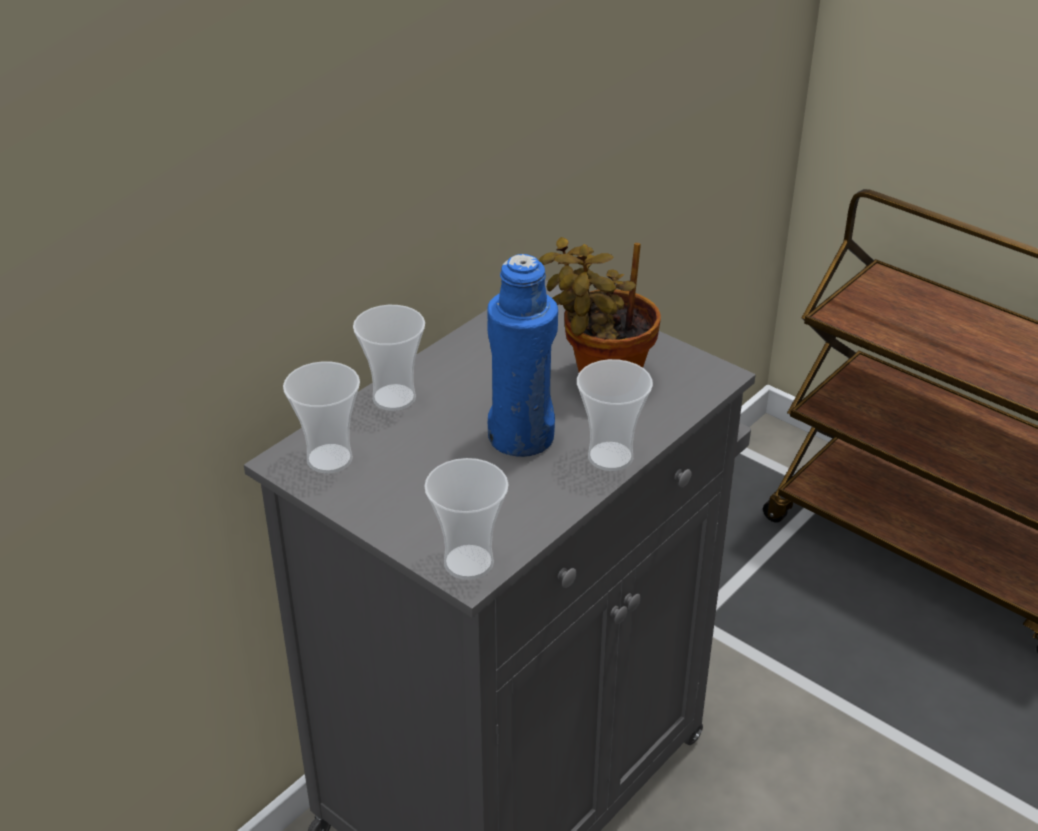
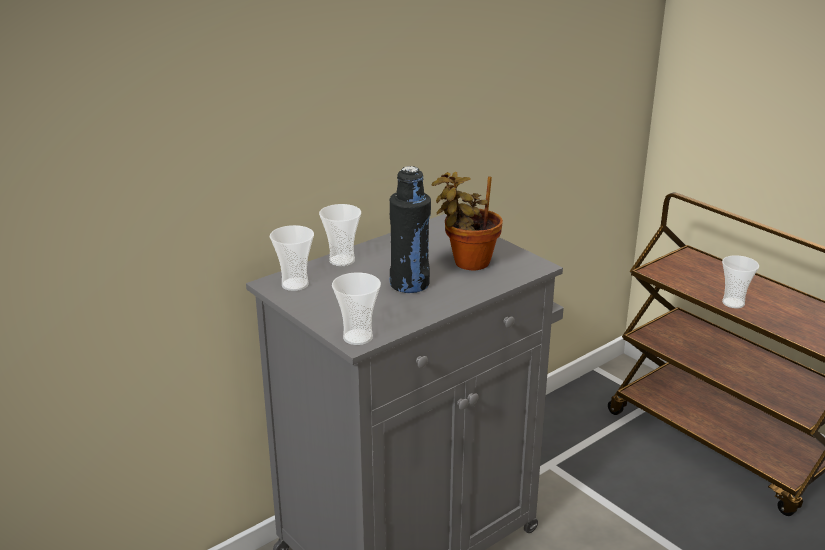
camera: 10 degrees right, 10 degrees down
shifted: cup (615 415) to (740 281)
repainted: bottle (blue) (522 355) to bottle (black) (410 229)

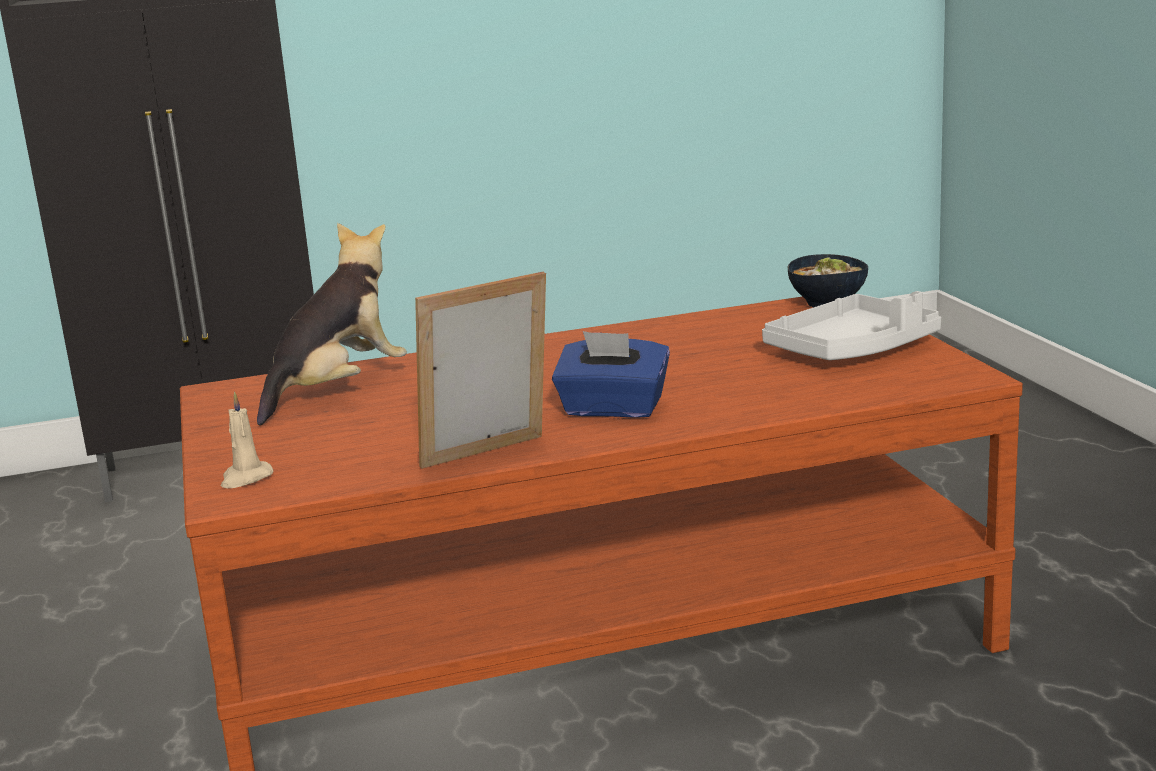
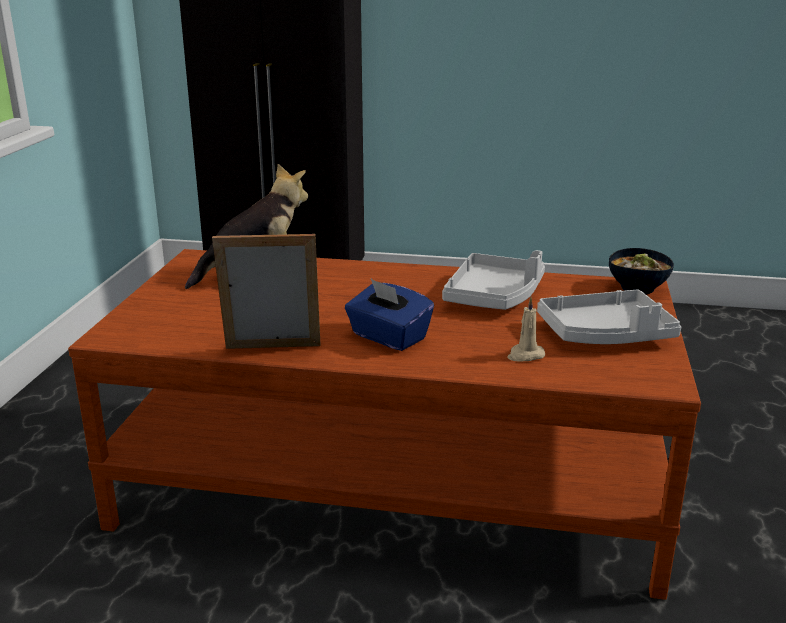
camera: 25 degrees right, 5 degrees up
new: tray (grey) (493 280)
shifted: candle (beige) (247 440) to (526 329)

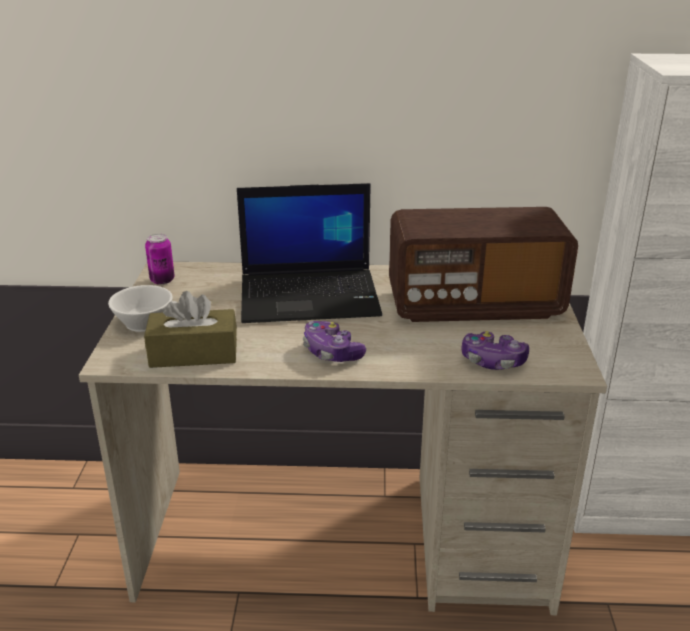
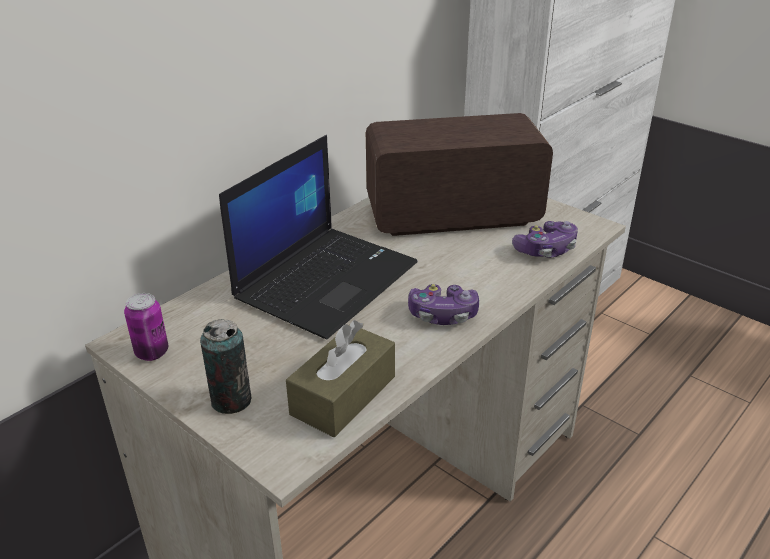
camera: 50 degrees left, 5 degrees up
swapped: cup (white) (143 308) to can (225 366)
rotated: radio (483 264) = (459 174) 135 degrees counterclockwise

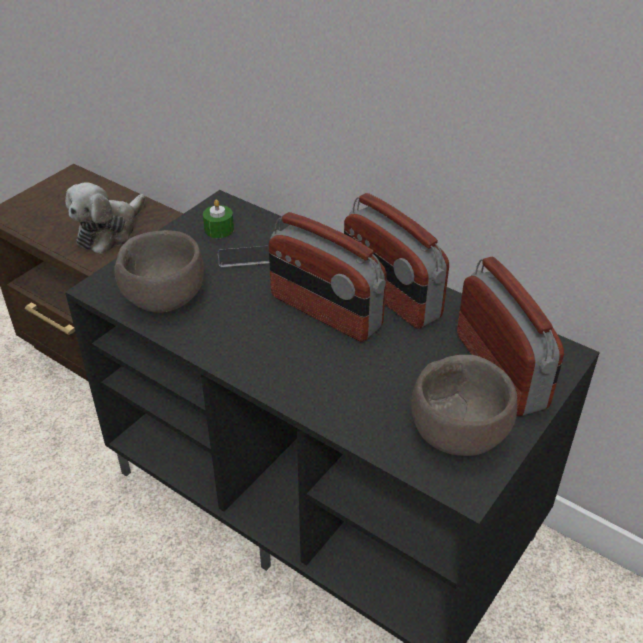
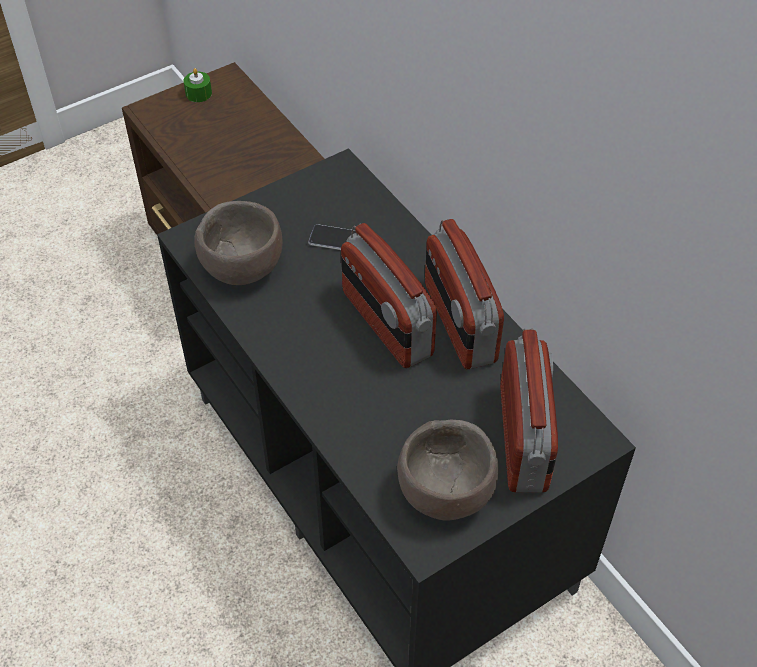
camera: 20 degrees right, 10 degrees up
gone: plush toy (105 218)
shifted: candle (green) (218 219) to (197 85)

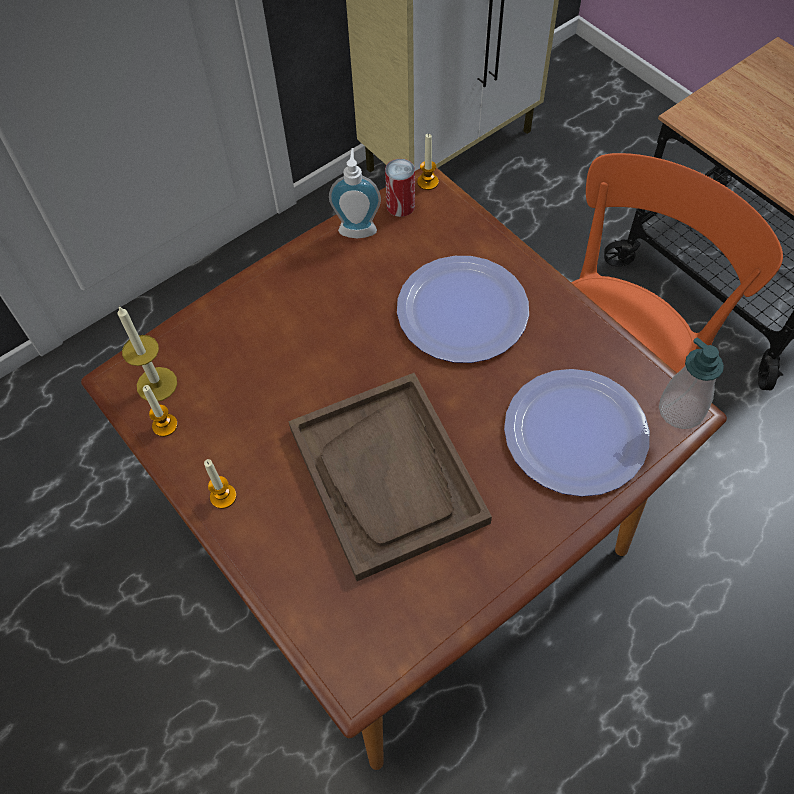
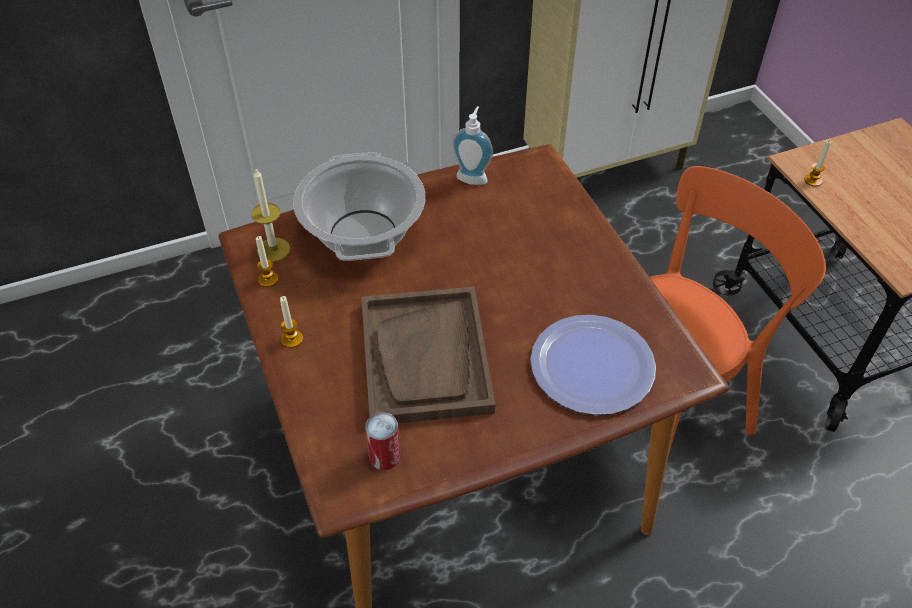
camera: 15 degrees right, 10 degrees down
gone: plate (463 309); soap dispenser (691 383)
new: cooking pot (359 206)
shifted: candle (428 162) to (817 163); can (400 188) to (383 441)

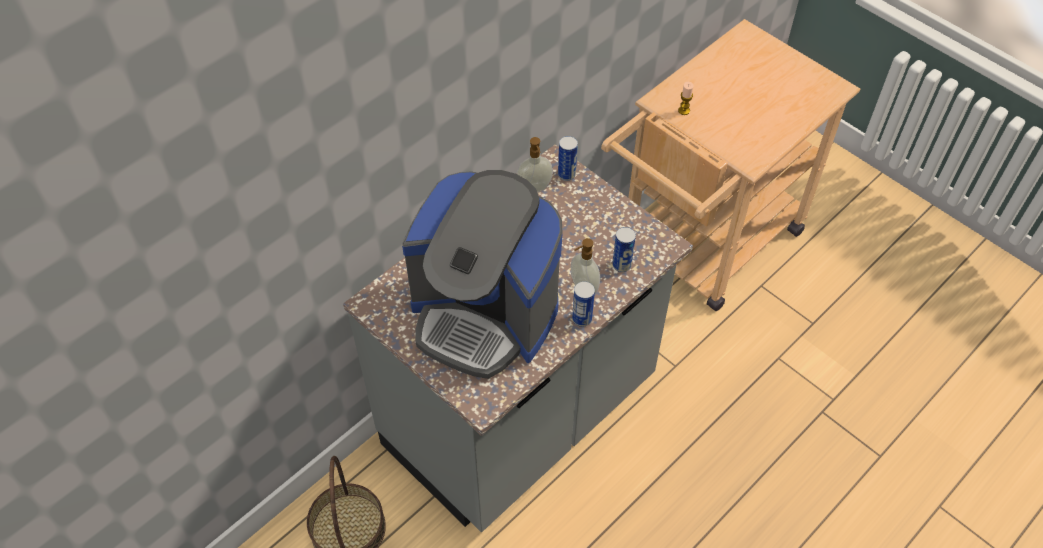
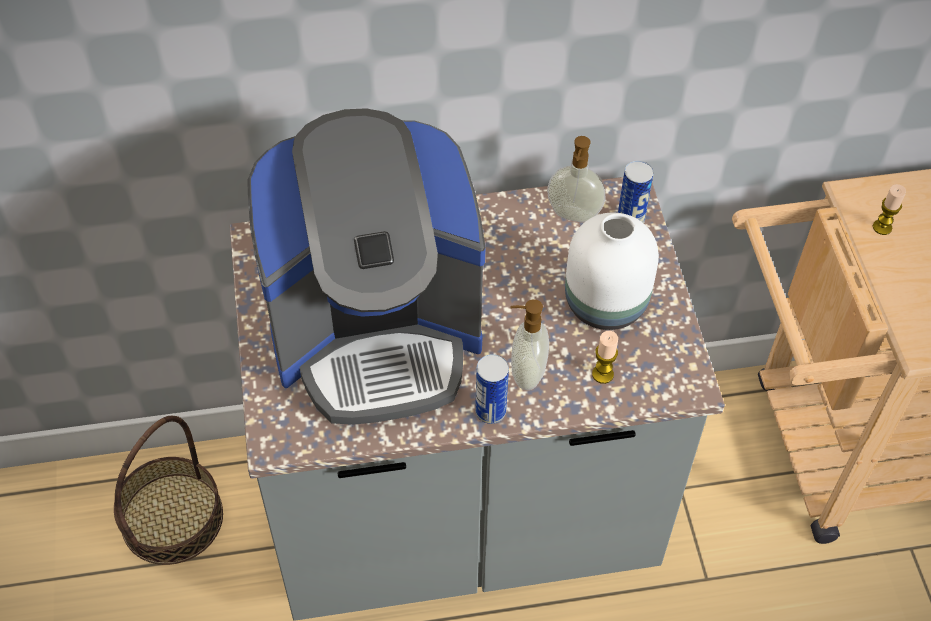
camera: 35 degrees right, 0 degrees up
new: vase (white) (612 271)
swapped: can (624 249) to candle (605 357)
rotated: coffee machine (482 274) = (366 266) 75 degrees counterclockwise

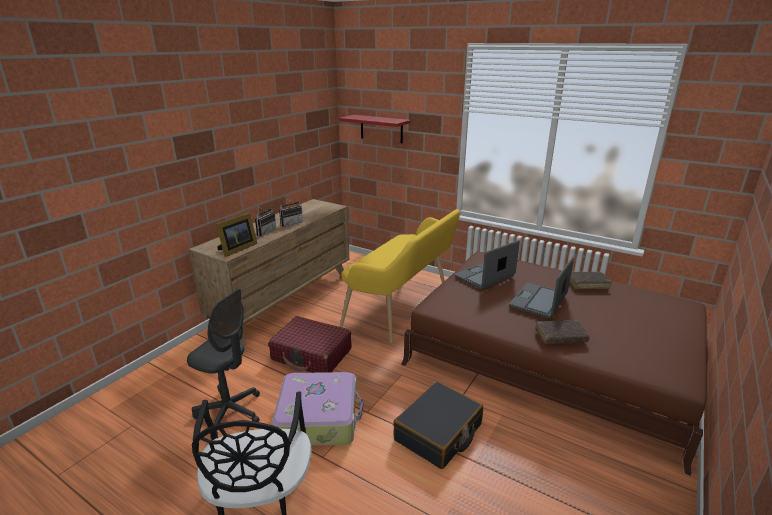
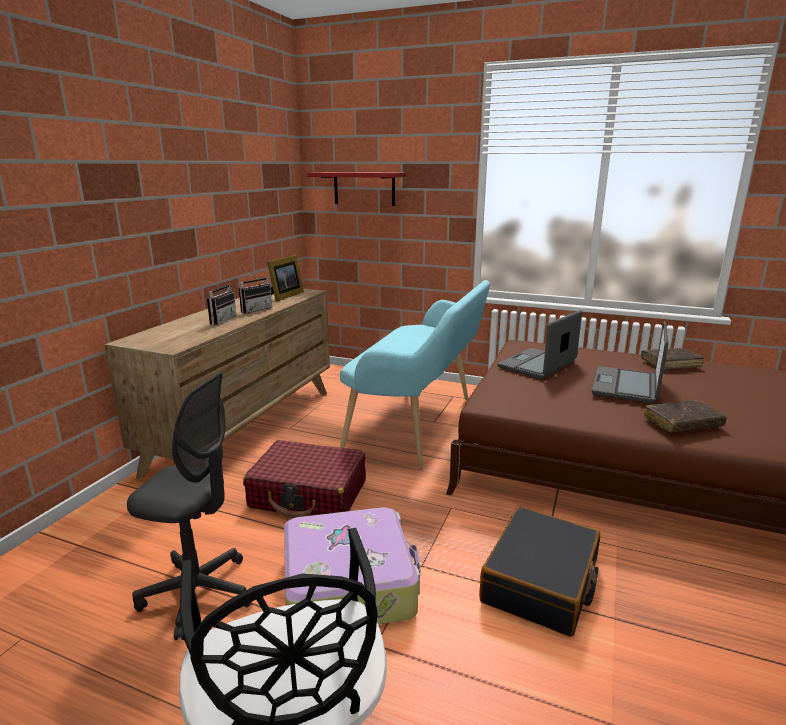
camera: 10 degrees left, 5 degrees down
shifted: picture frame (237 235) to (285 278)
repainted: bench (yellow) (400 276) to bench (turquoise) (415 374)

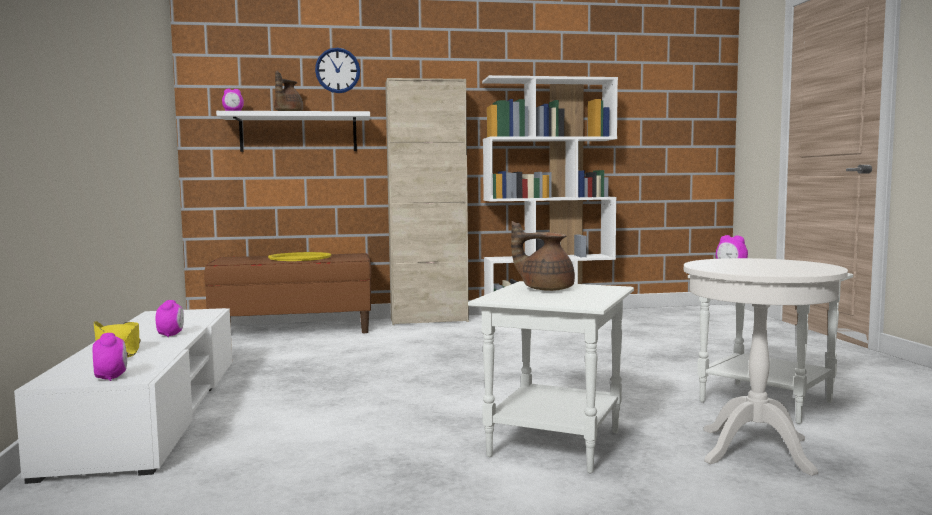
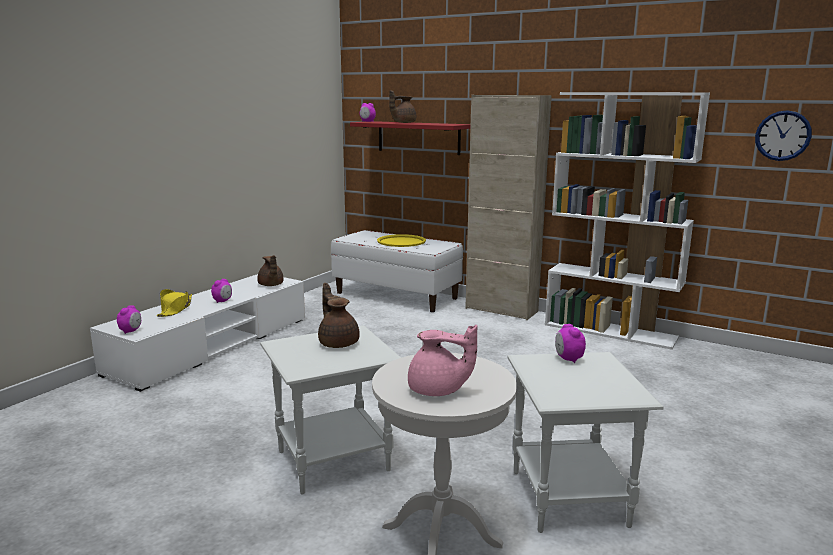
camera: 40 degrees right, 10 degrees up
new: teapot (brown) (270 270); teapot (pink) (443 360)
shifted: wall clock (337 70) to (783 135)
repainted: shelf (white) (293 131) to shelf (red) (410 138); bench (brown) (287 293) to bench (white) (397 271)

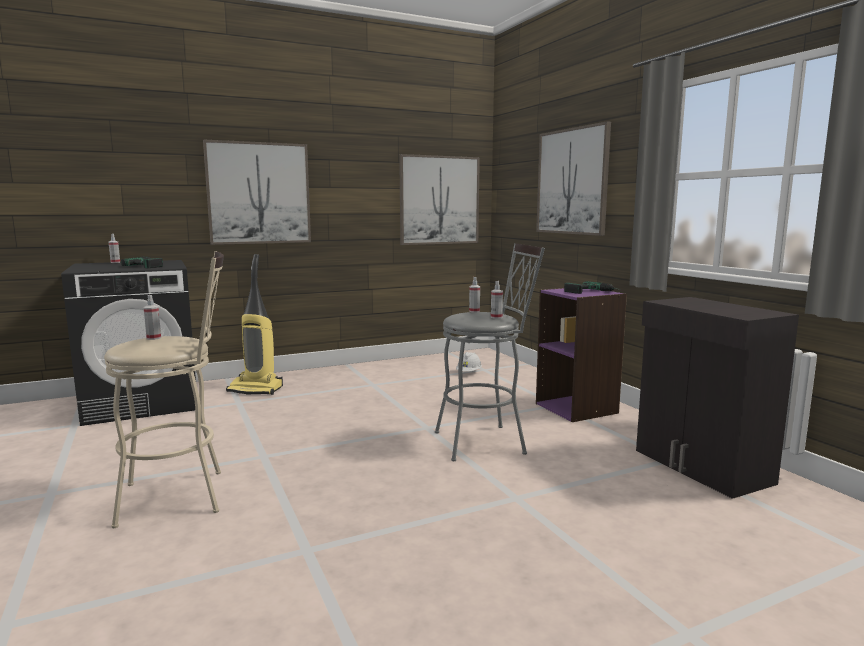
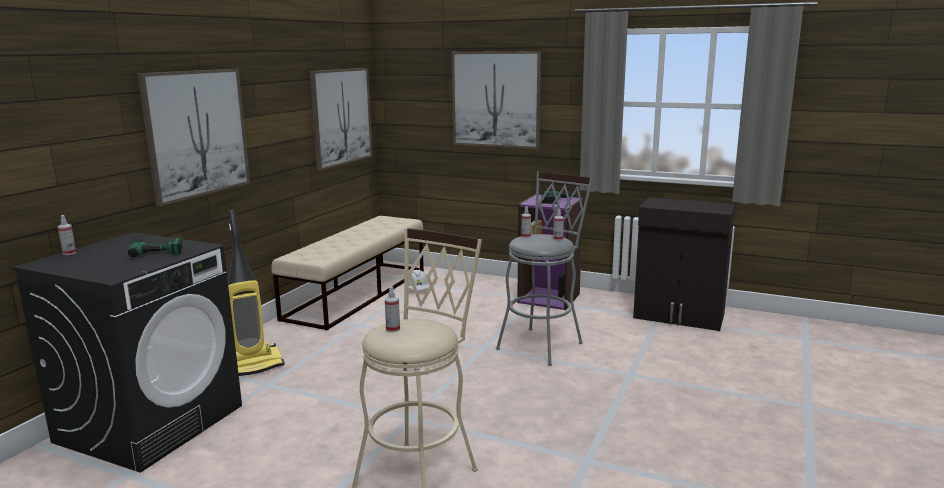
camera: 40 degrees left, 5 degrees up
new: bench (beige) (347 273)

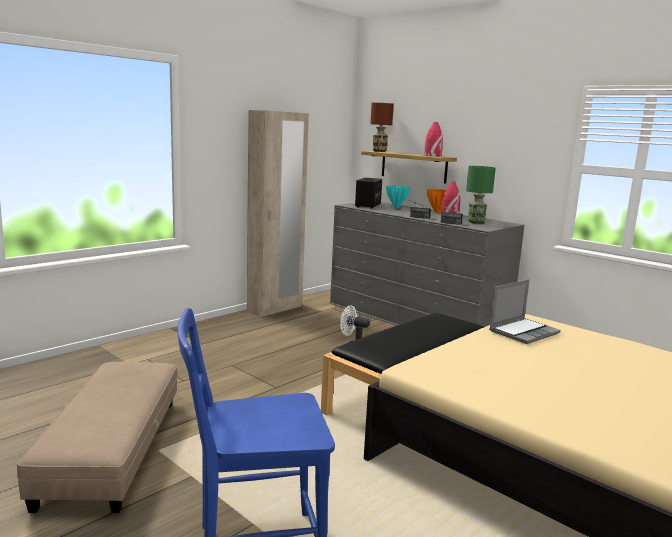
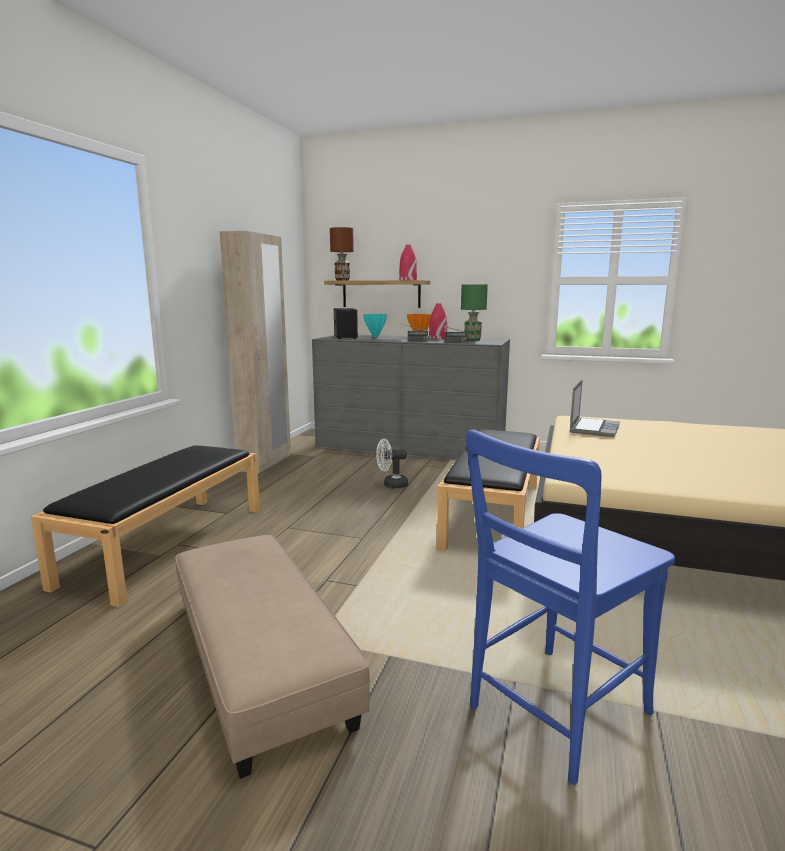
camera: 25 degrees left, 0 degrees up
new: bench (black) (145 526)

